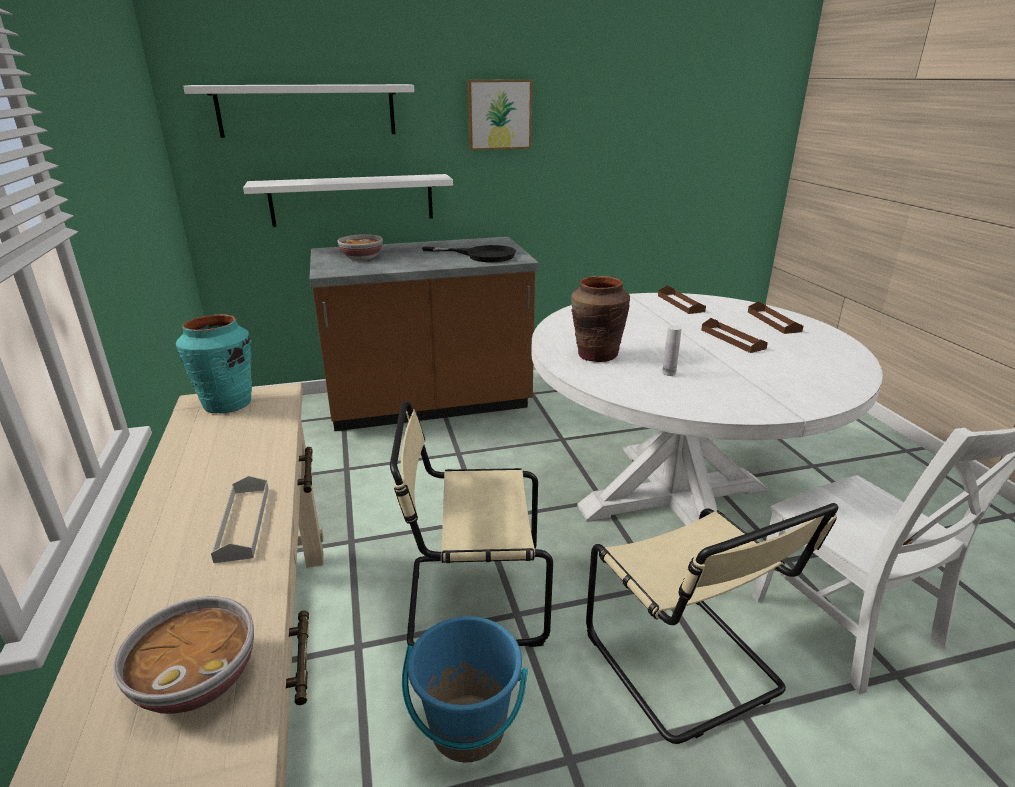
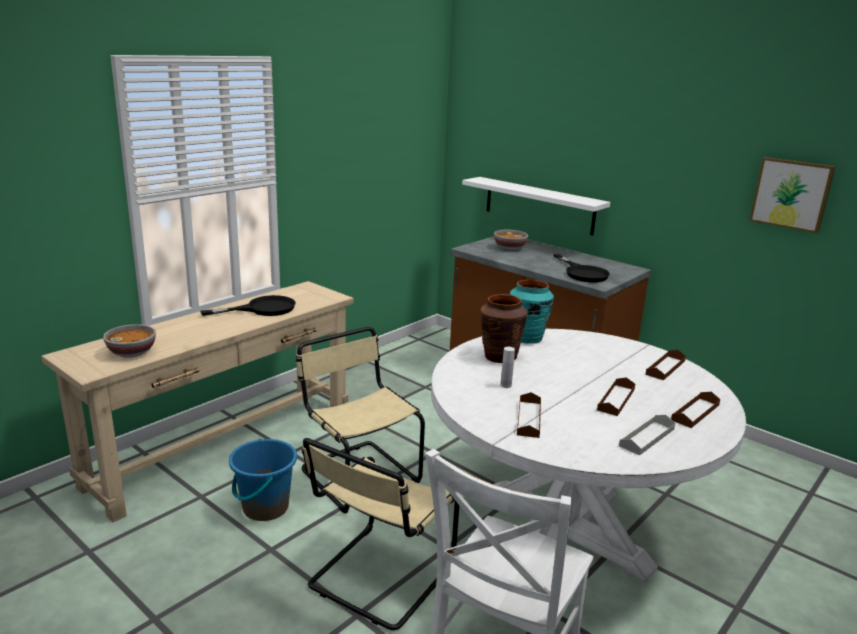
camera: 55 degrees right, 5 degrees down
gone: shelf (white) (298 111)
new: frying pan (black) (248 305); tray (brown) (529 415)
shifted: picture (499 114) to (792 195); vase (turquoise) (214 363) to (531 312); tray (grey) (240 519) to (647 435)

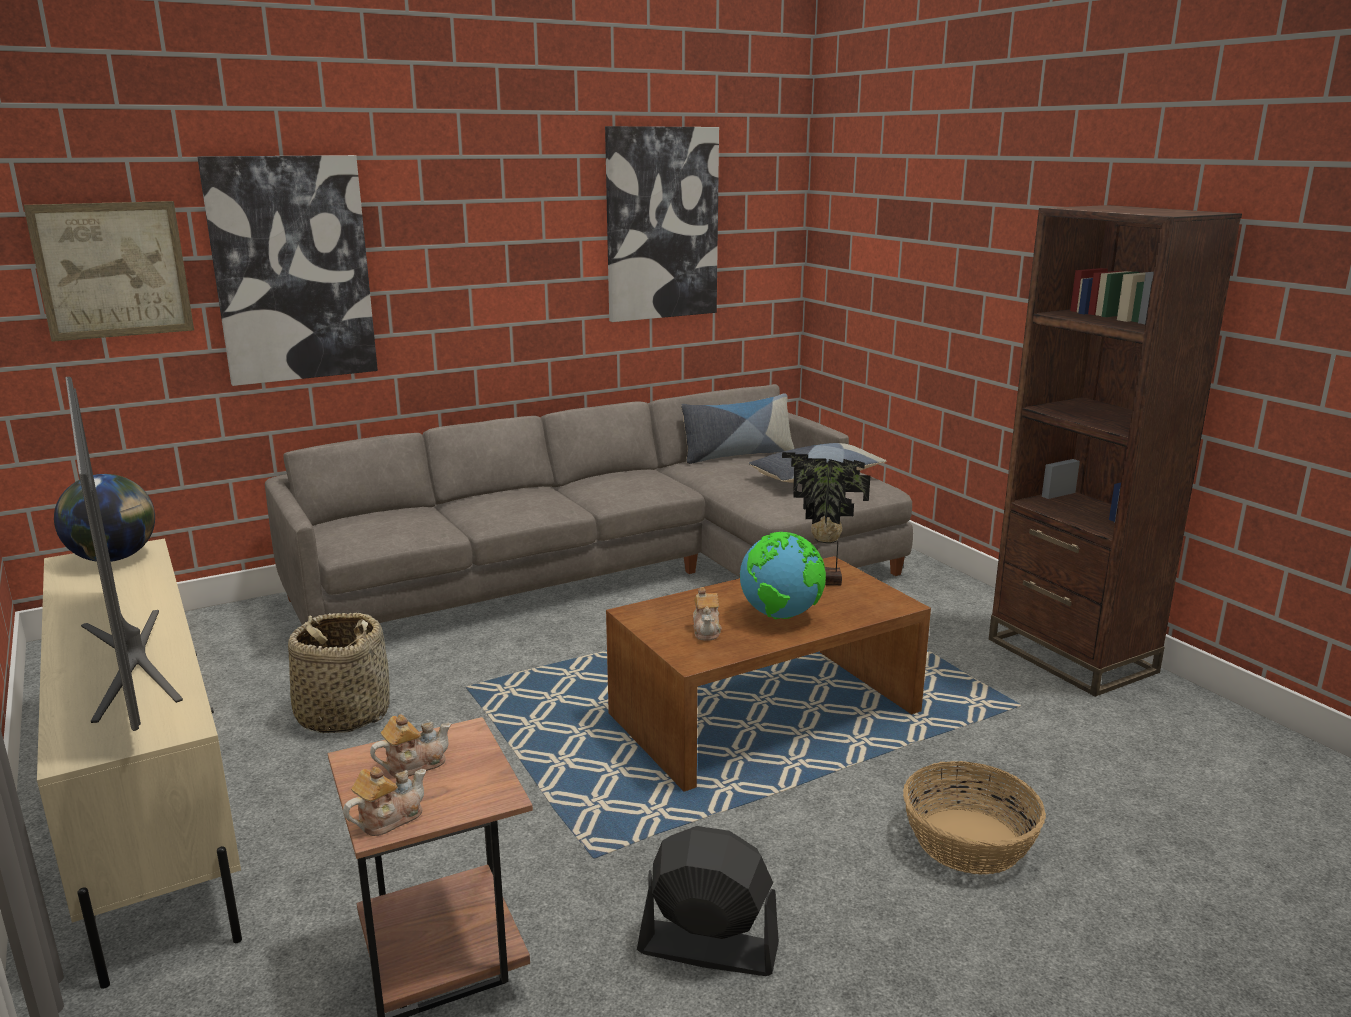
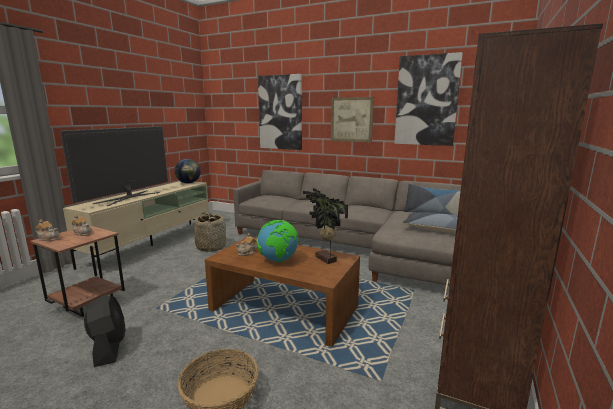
camera: 55 degrees right, 5 degrees down
shifted: picture (108 271) to (352 119)

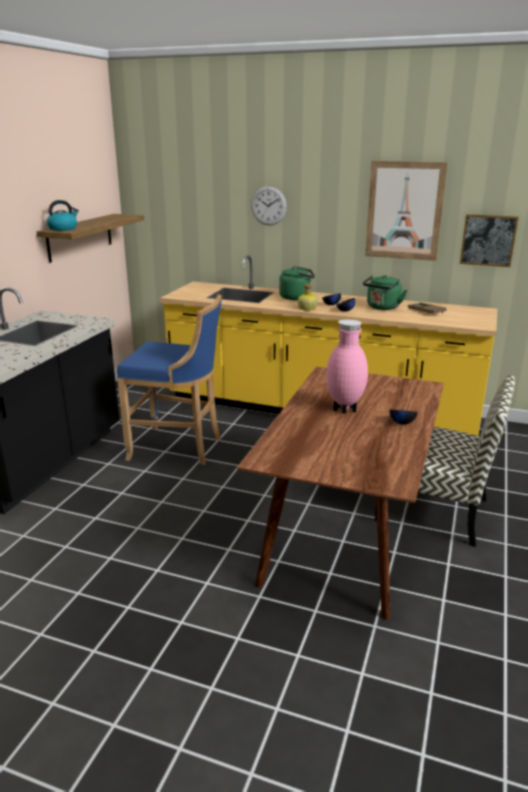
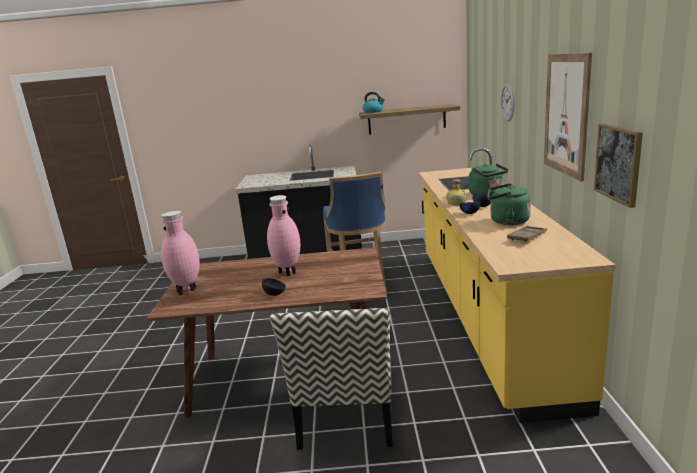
camera: 70 degrees right, 5 degrees down
new: vase (pink) (180 253)

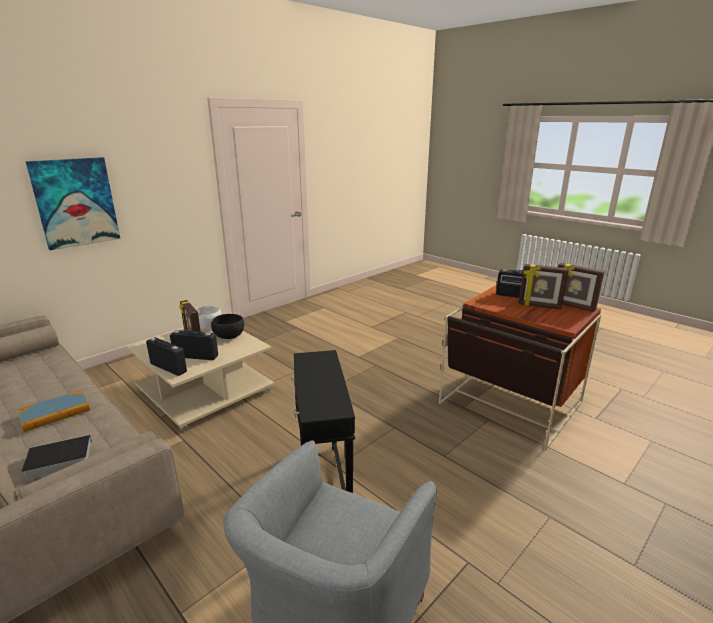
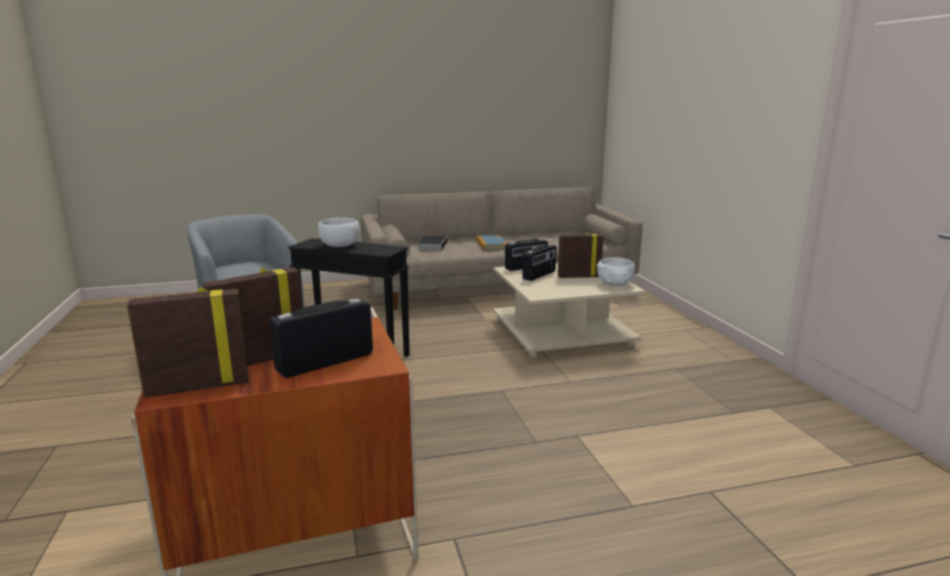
camera: 120 degrees right, 5 degrees down
gone: picture (73 203); bowl (black) (227 326)
new: bowl (white) (339 232)

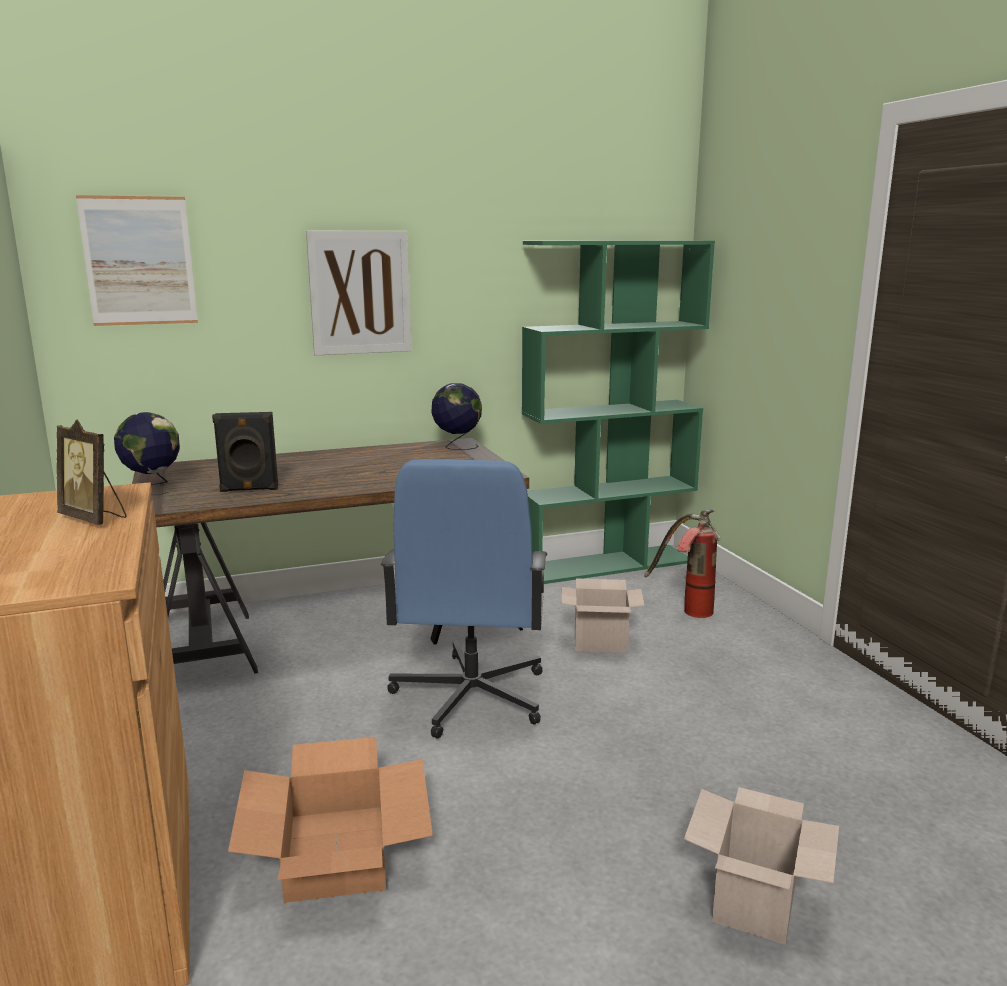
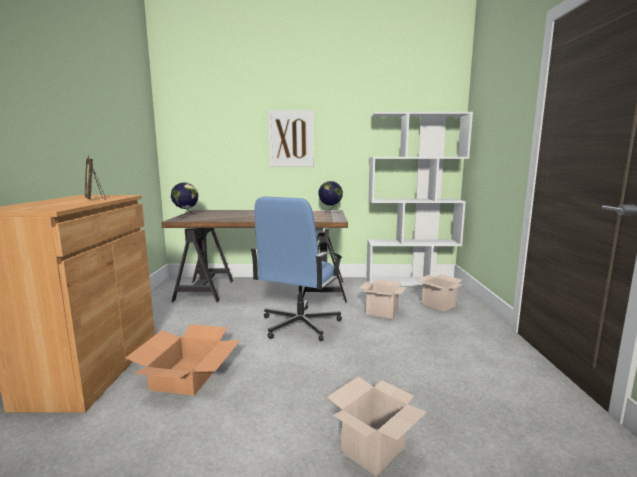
camera: 20 degrees right, 5 degrees down
gone: picture (137 260); speaker (black) (245 452)
swapped: fire extinguisher (682 563) to cardboard box (440 293)
repainted: bookcase (green) (618 412) to bookcase (white) (419 199)

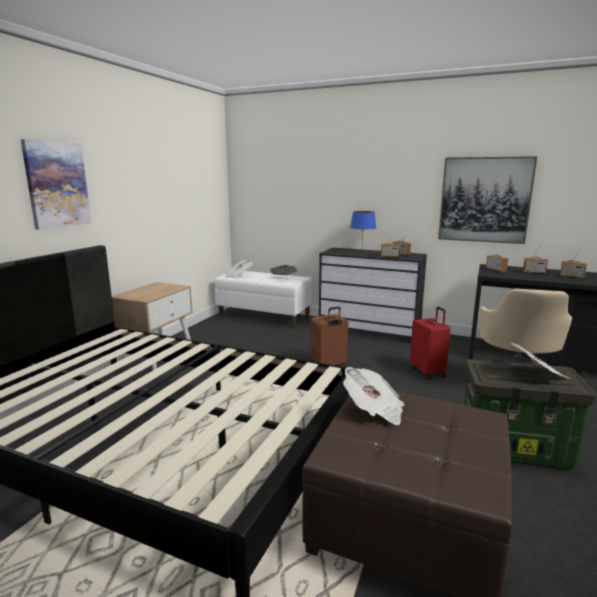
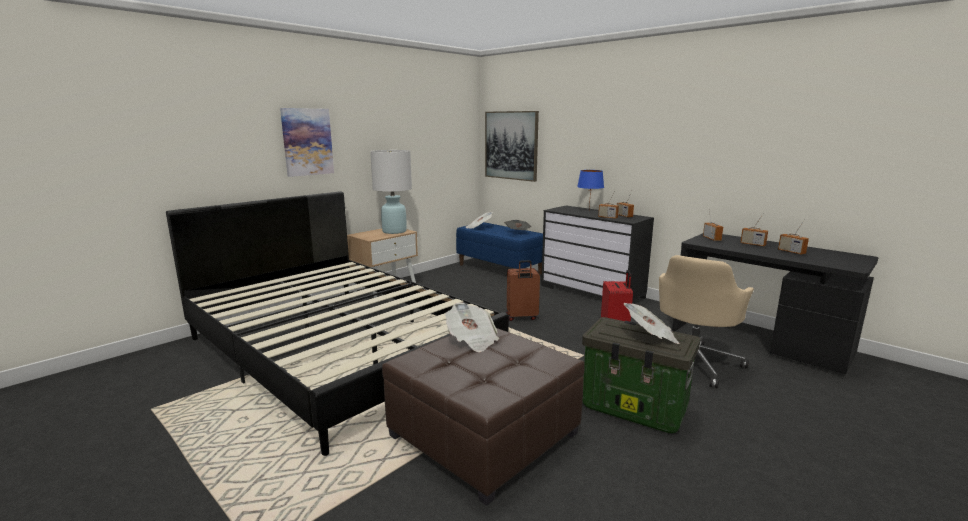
camera: 20 degrees right, 0 degrees up
new: table lamp (white) (391 192)
shifted: picture (487 200) to (512 146)
repainted: bench (white) (263 299) to bench (blue) (499 248)

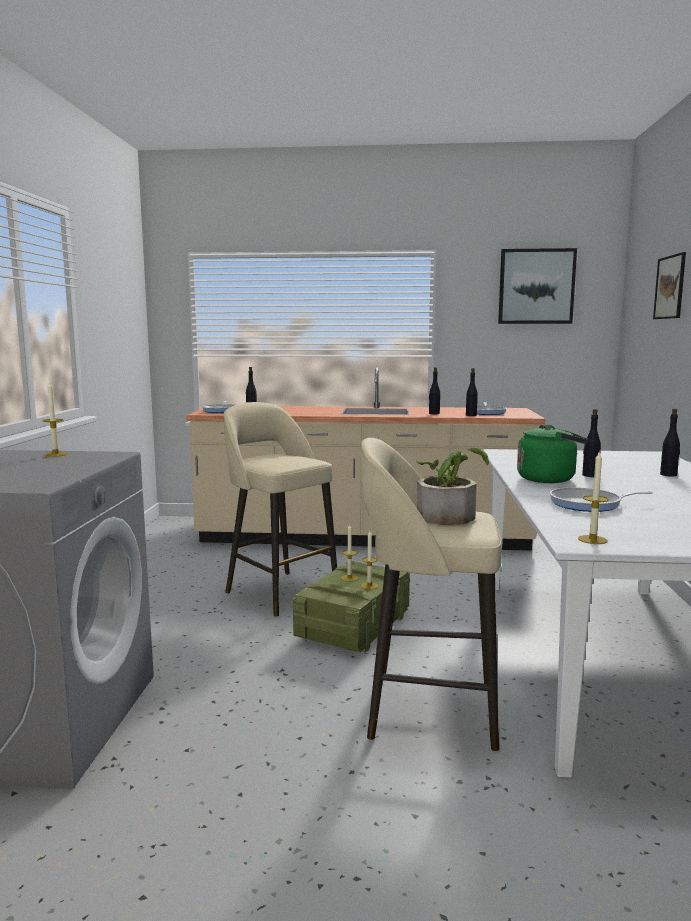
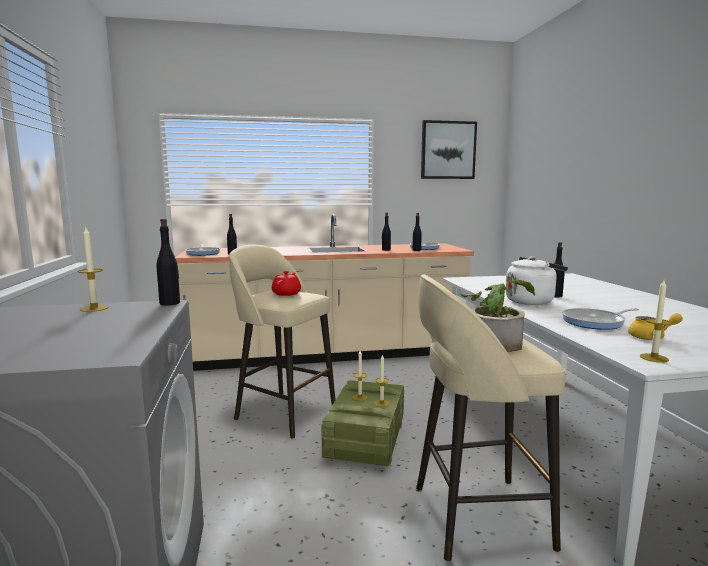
camera: 15 degrees left, 0 degrees up
gone: picture (669 285)
new: teapot (red) (286 283); teapot (yellow) (655 326)
shifted: bottle (black) (670 443) to (168 262)
repainted: kettle (green) (552 454) to kettle (white) (537 280)

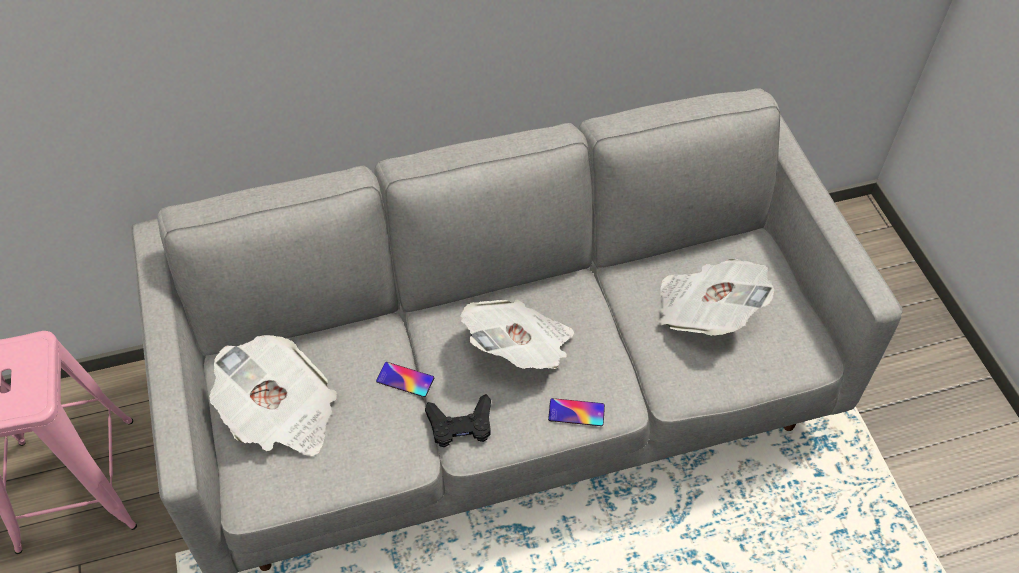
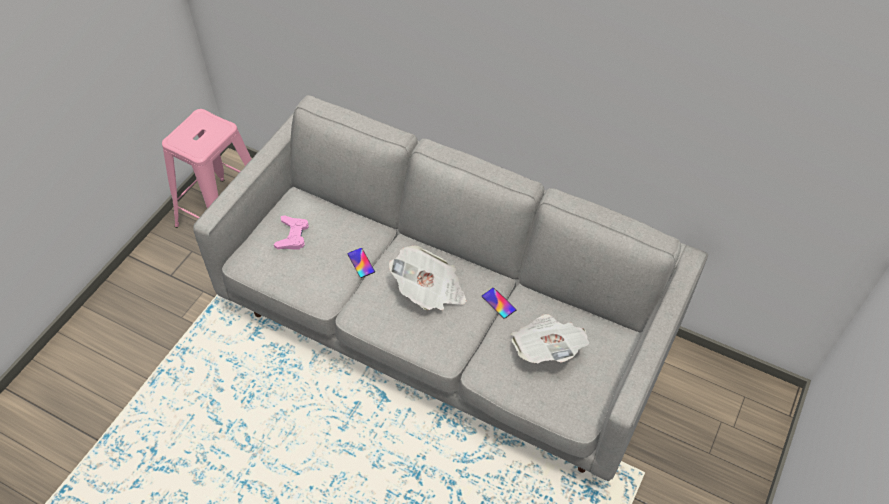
camera: 45 degrees right, 0 degrees up
gone: game controller (black) (458 420)
shifted: phone (576 412) to (499 303)
swapped: newspaper (273 395) to game controller (pink) (291 233)

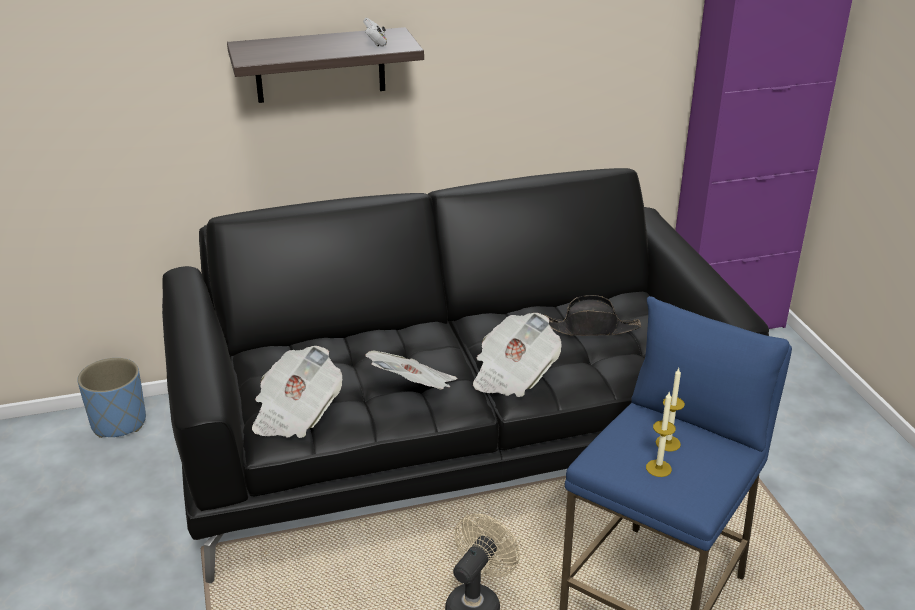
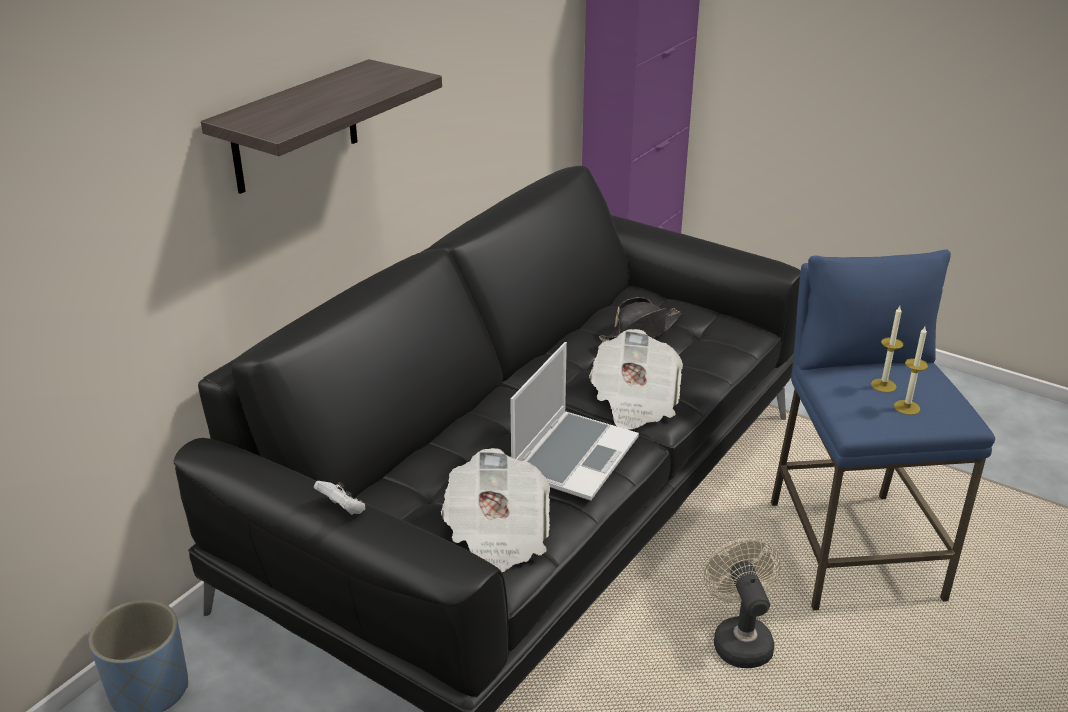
camera: 40 degrees left, 0 degrees up
shifted: game controller (white) (375 32) to (339 498)
swapped: newspaper (411 370) to laptop (574 421)

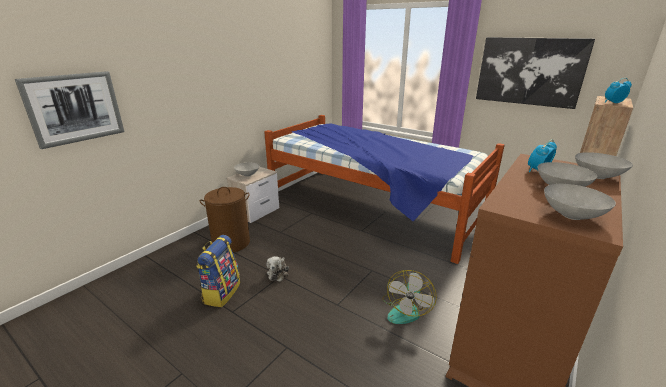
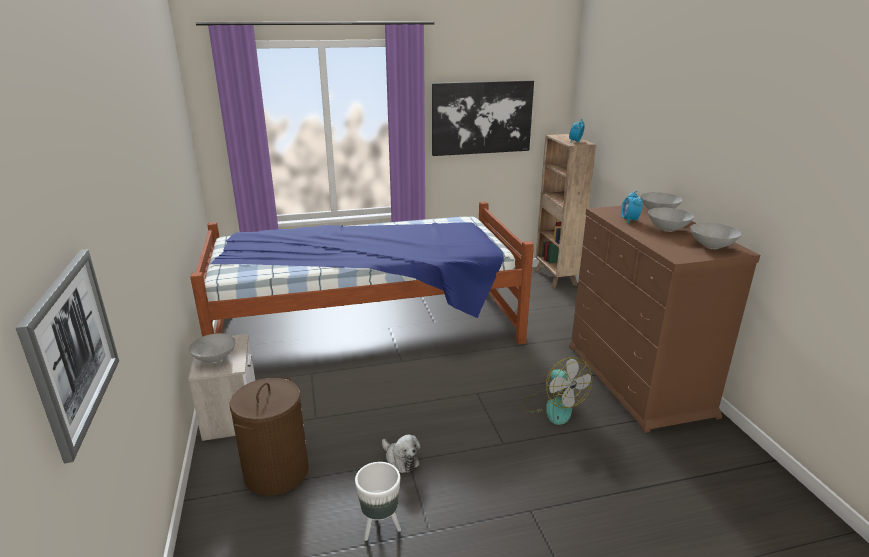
camera: 50 degrees left, 0 degrees up
swapped: backpack (218 271) to planter (white) (378 501)

